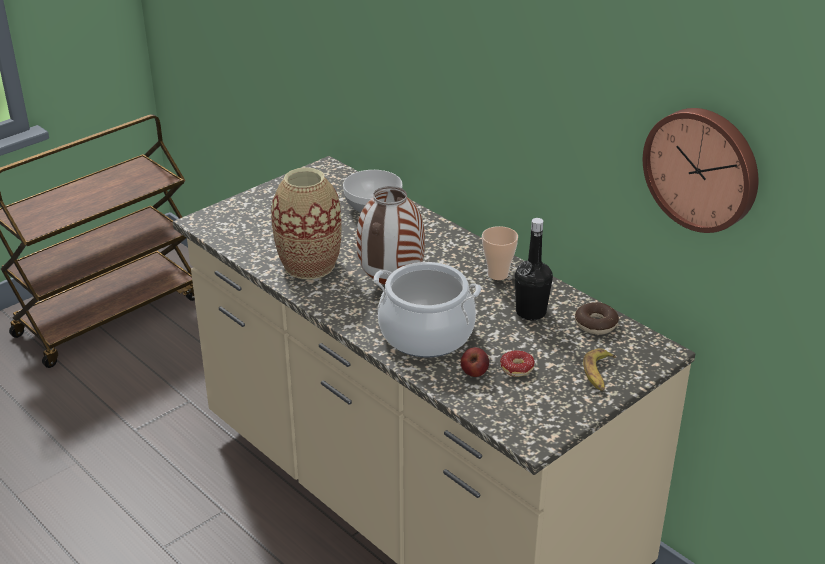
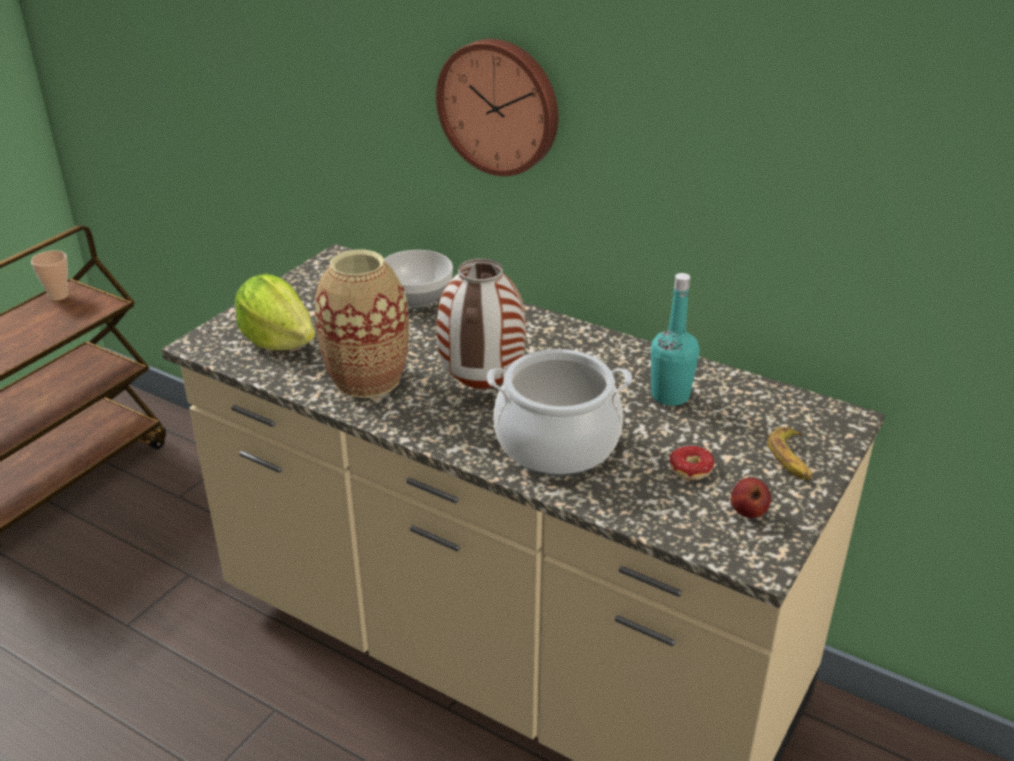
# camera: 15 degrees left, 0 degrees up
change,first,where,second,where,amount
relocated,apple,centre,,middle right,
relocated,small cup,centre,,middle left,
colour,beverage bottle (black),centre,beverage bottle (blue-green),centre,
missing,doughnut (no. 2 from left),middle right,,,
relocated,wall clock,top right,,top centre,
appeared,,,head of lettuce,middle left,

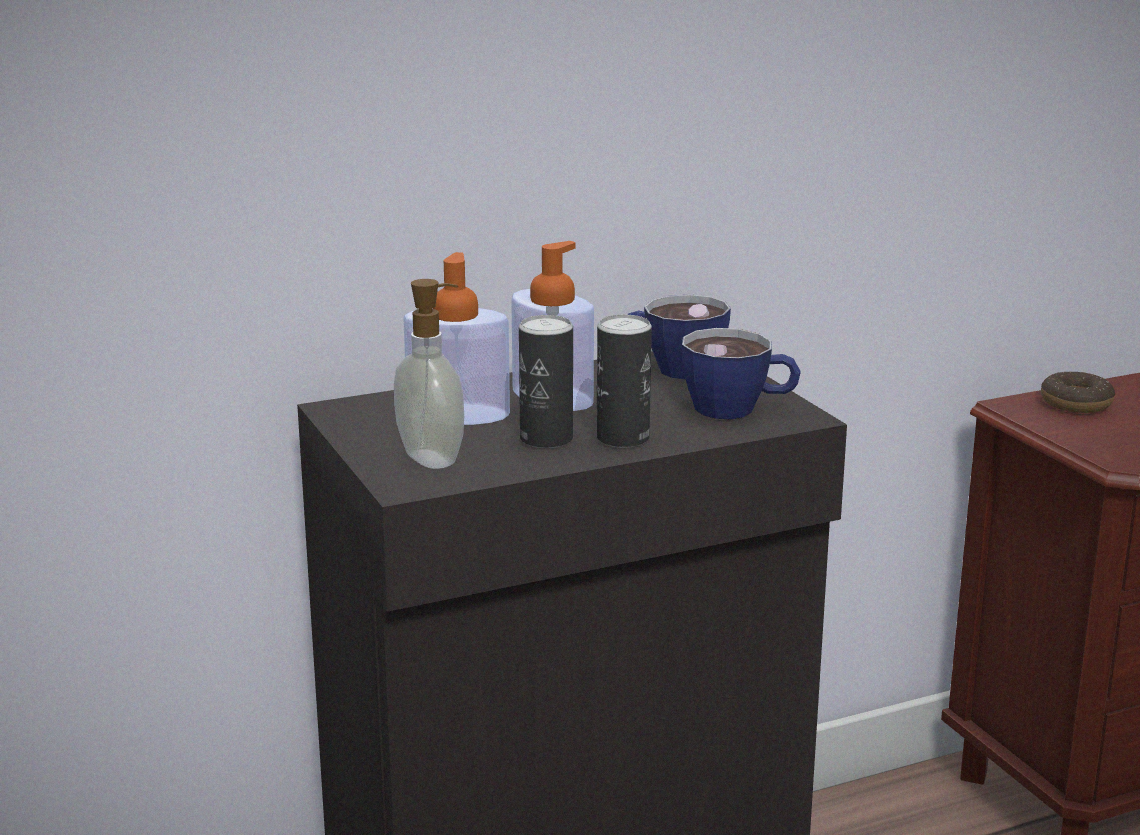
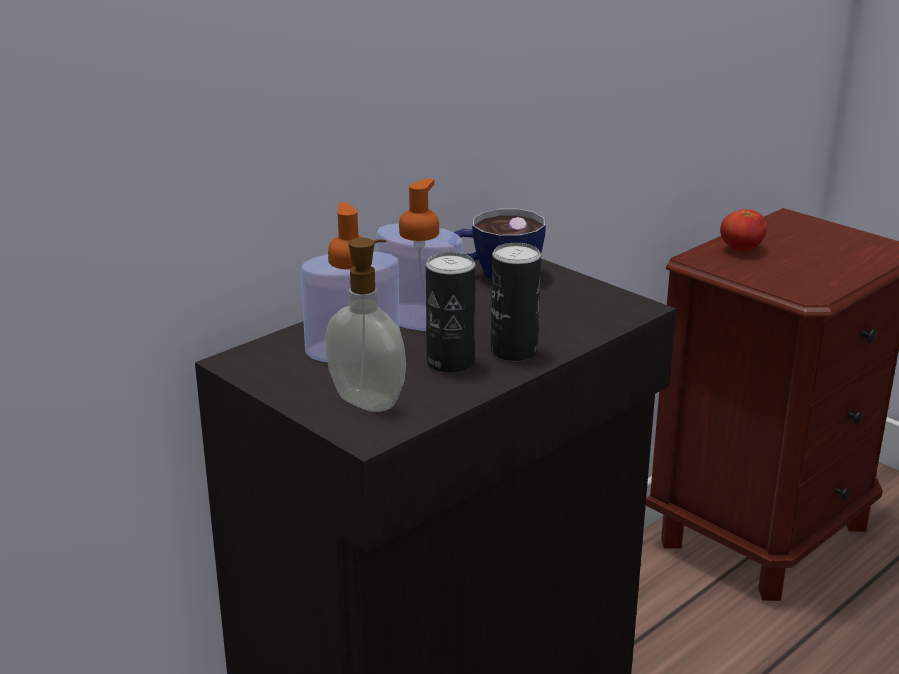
# camera: 20 degrees left, 5 degrees up
change,first,where,second,where,amount
missing,small cup (no. 2 from left),centre,,,
exchanged,doughnut,middle right,whole tomato,middle right,

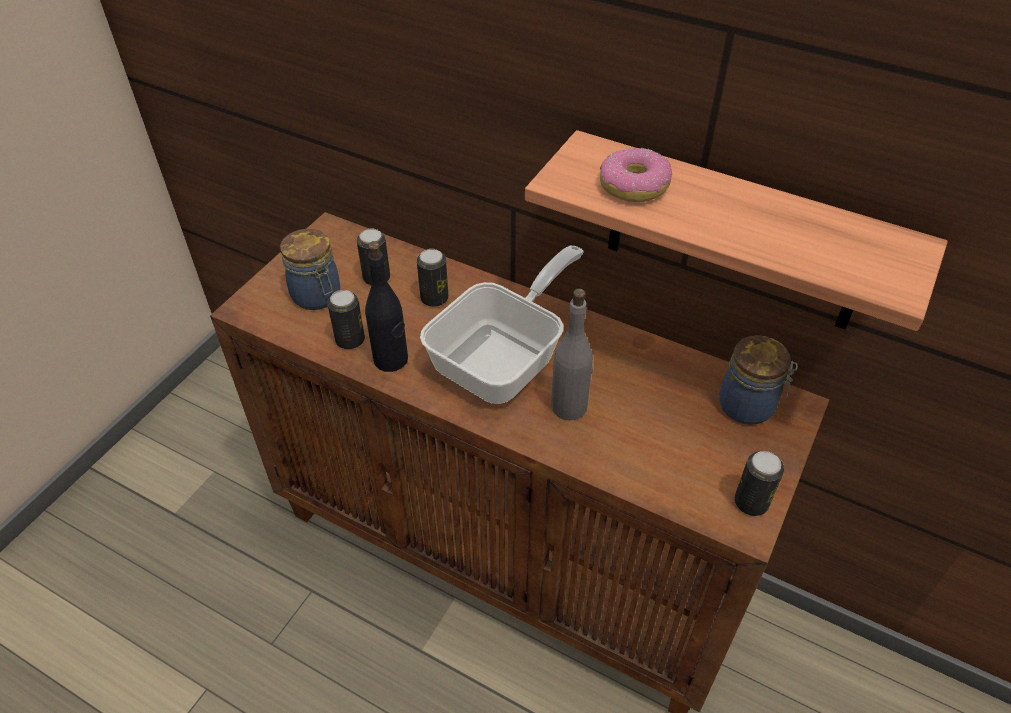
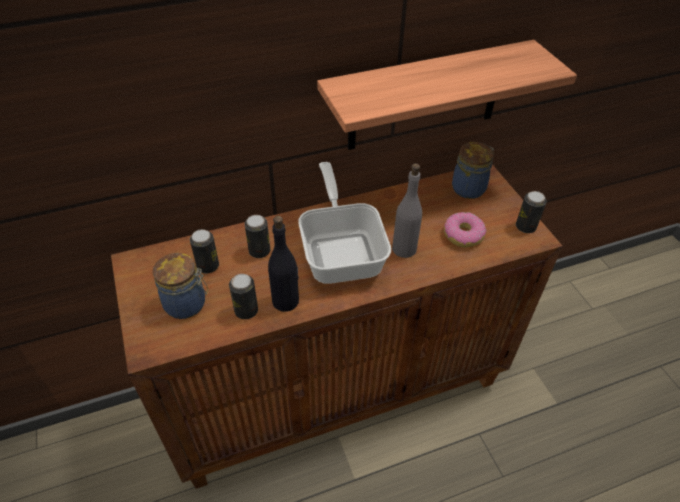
# camera: 50 degrees left, 0 degrees up
change,first,where,second,where,amount
relocated,doughnut,top centre,,middle right,

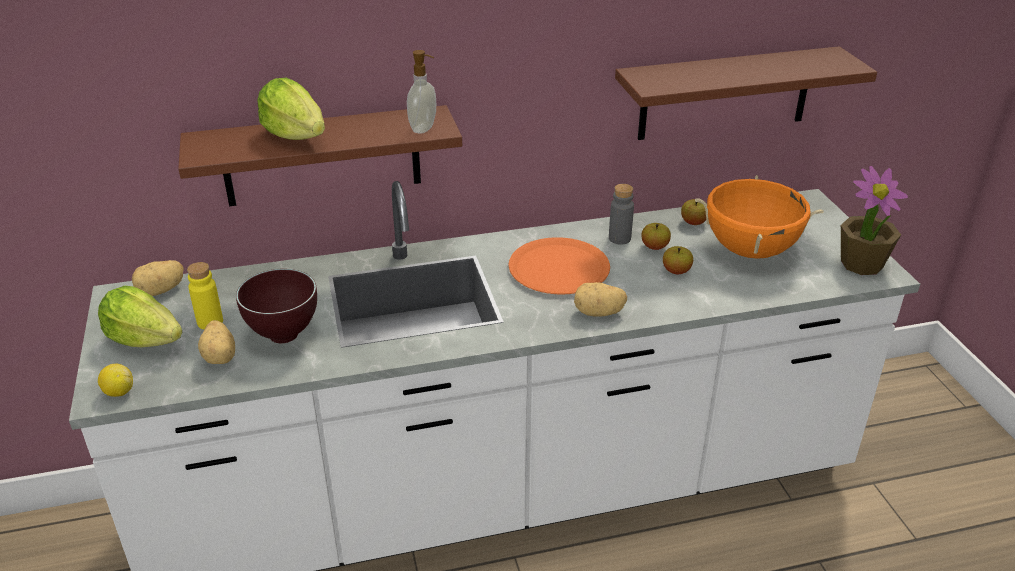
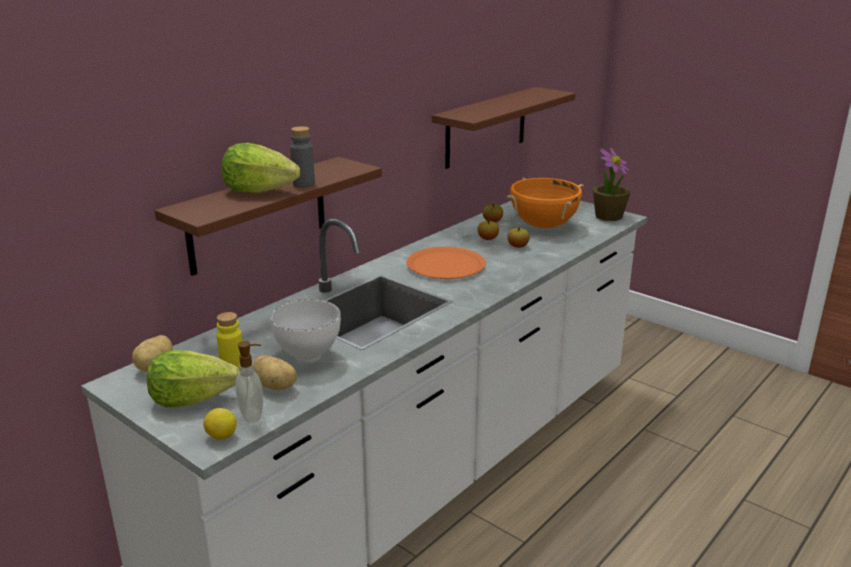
# camera: 35 degrees left, 10 degrees down
change,first,where,second,where,amount
colour,bowl (brown),middle left,bowl (whitish),centre,
relocated,soap dispenser,top centre,,bottom left,
missing,whole potato (no. 3 from left),centre,,,
relocated,beverage bottle (gray),centre,,top centre,

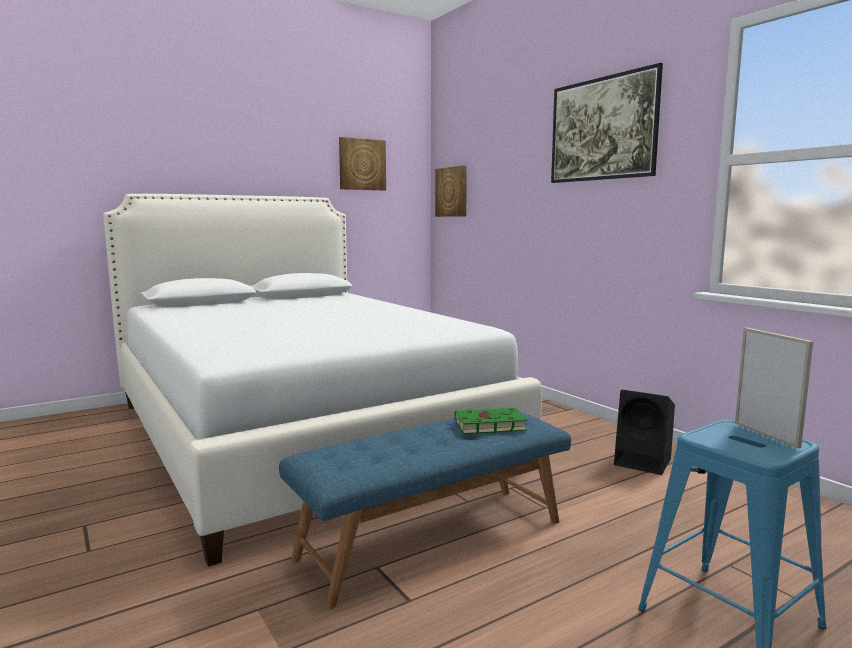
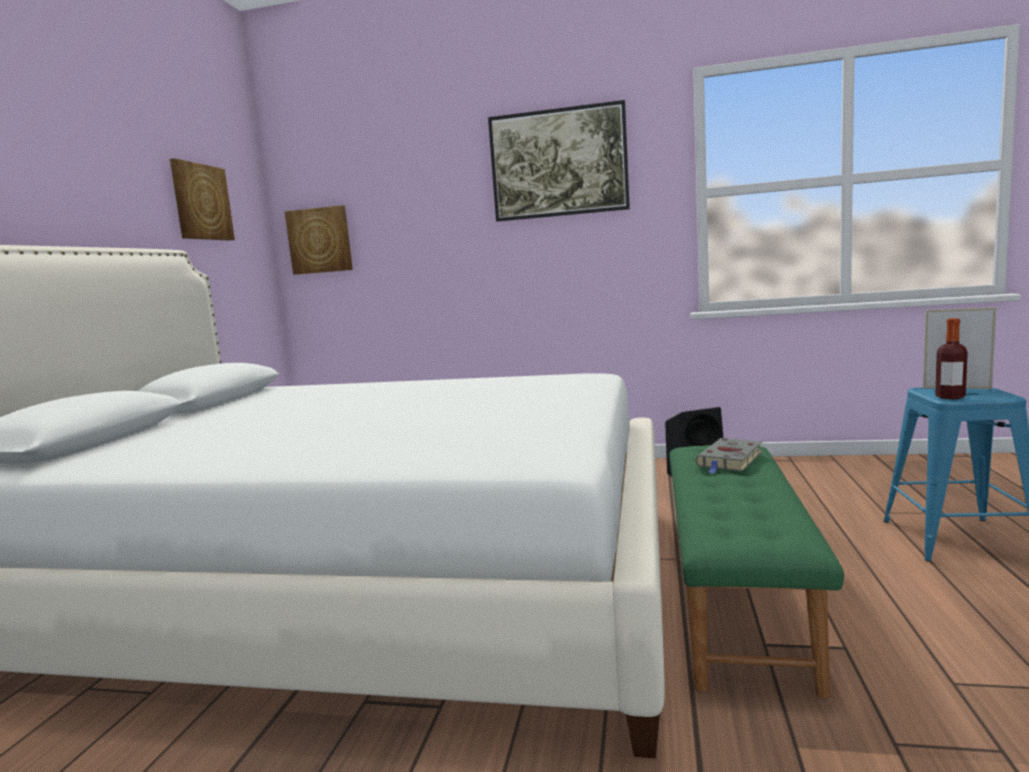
# camera: 45 degrees left, 0 degrees up
change,first,where,second,where,amount
colour,bench (blue-coloured),bottom centre,bench (green-coloured),bottom right,
colour,bound book (green-coloured),centre,bound book (gray),middle right,
appeared,,,beverage bottle,middle right,

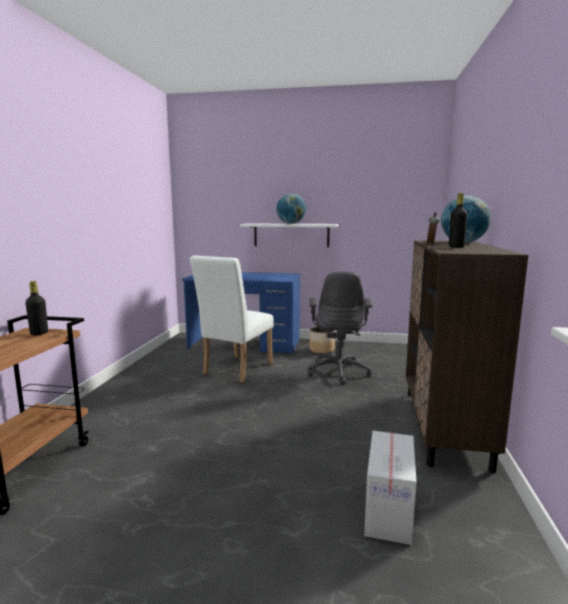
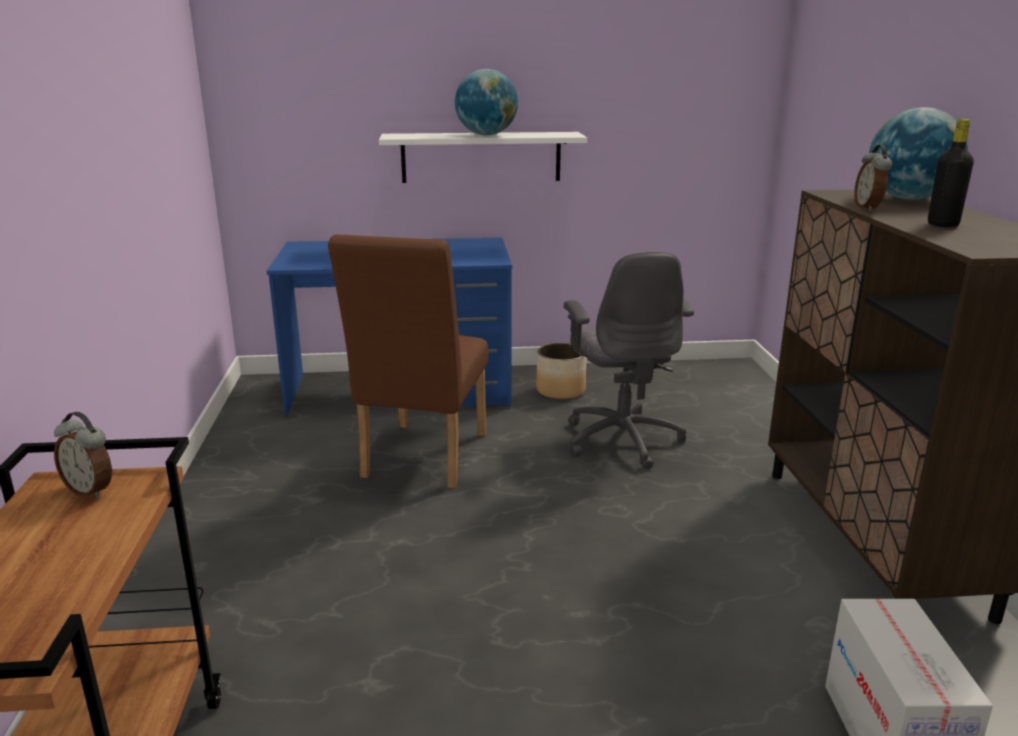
# camera: 15 degrees left, 10 degrees up
change,first,where,second,where,amount
exchanged,beverage bottle (black) (no. 1 from left),middle left,bedside clock (no. 1 from left),middle left,
colour,chair (whitish),centre,chair (brown),centre,

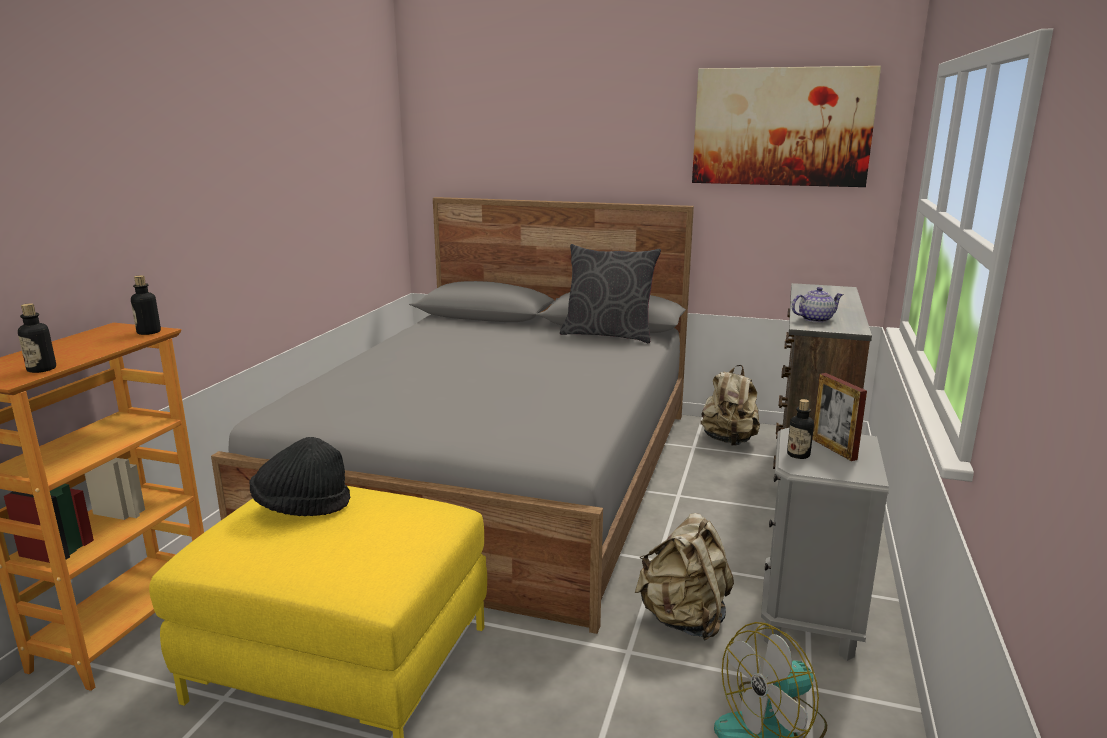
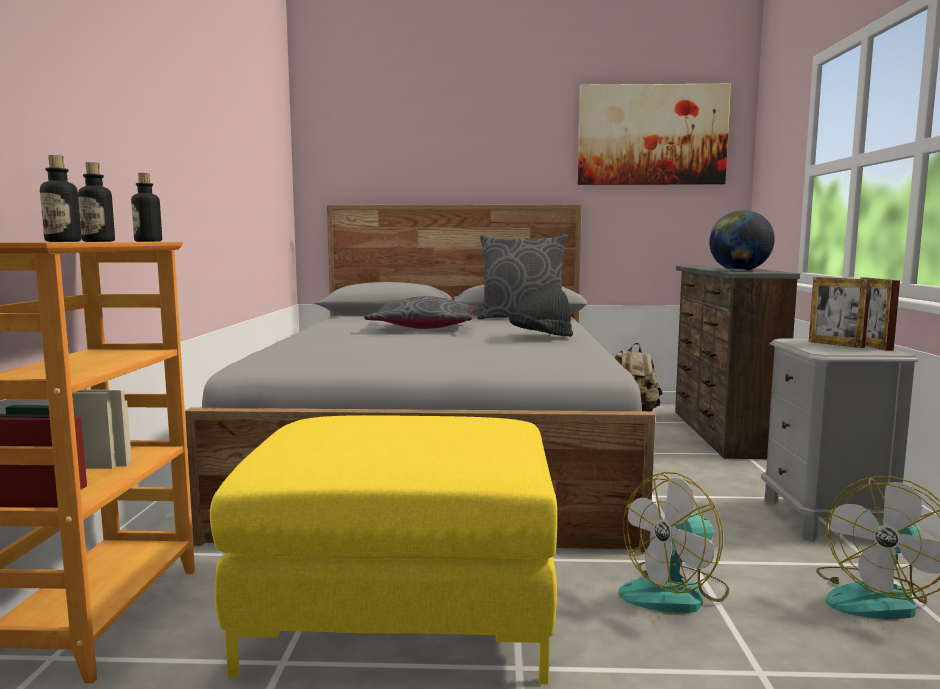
# camera: 15 degrees left, 10 degrees down
change,first,where,second,where,amount
relocated,wearable hat (black),middle left,,centre,
missing,knapsack (beige-coloured) (no. 1 from left),bottom centre,,,
relocated,beverage bottle (no. 3 from left in the first image),middle right,beverage bottle (no. 2 from left),top left,
exchanged,tea pot,middle right,world globe,middle right,
appeared,,,cushion (gray) (no. 1 from left),centre,
appeared,,,cooling fan (no. 1 from left),bottom right,
appeared,,,standing frame (no. 2 from left),middle right,

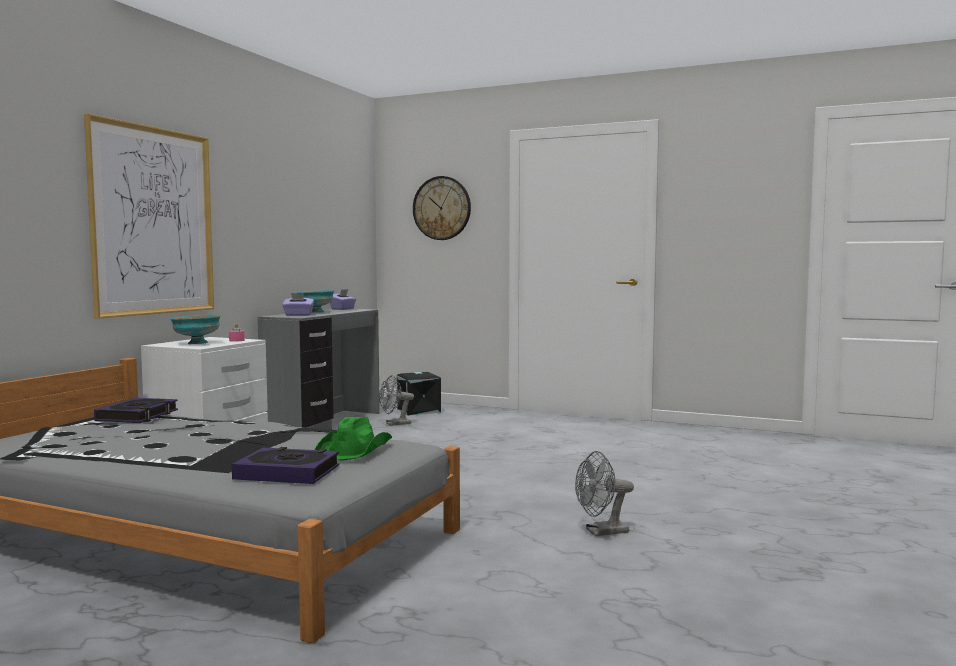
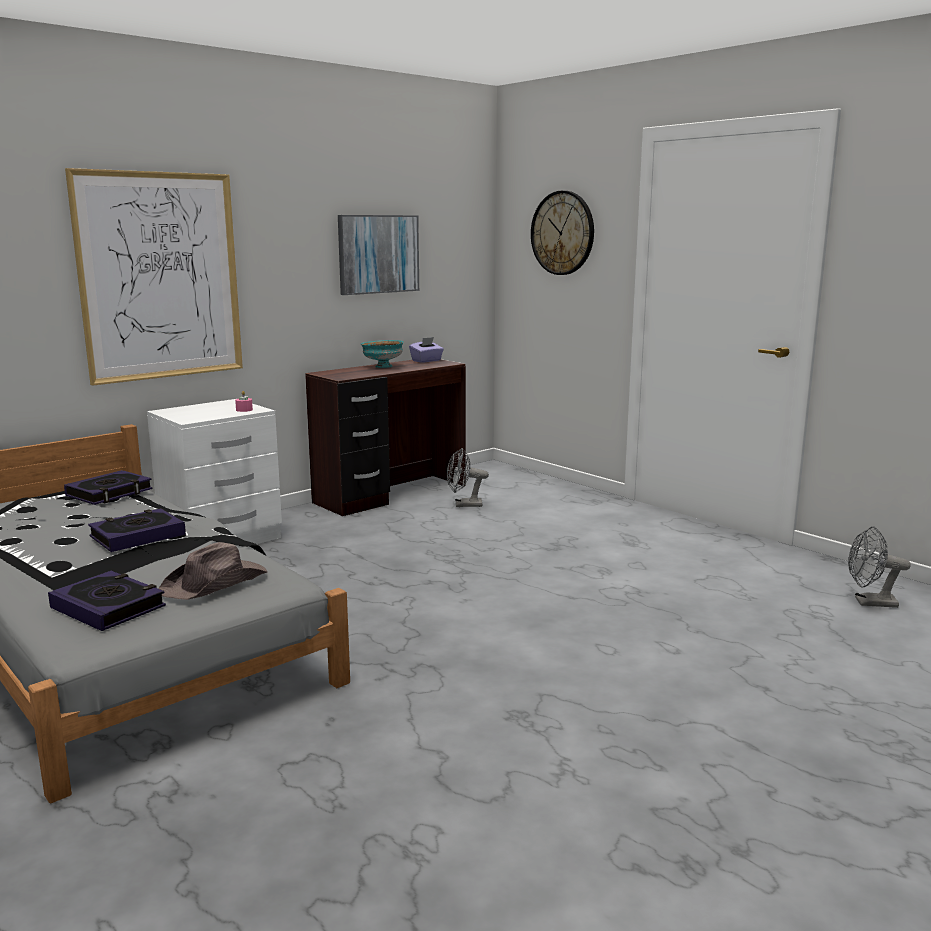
# camera: 25 degrees right, 10 degrees up
change,first,where,second,where,amount
missing,bowl (blue-green) (no. 1 from left),middle left,,,
colour,desk unit (gray),middle left,desk unit (brown),centre,
missing,tissue holder (purplish) (no. 1 from left),middle left,,,
colour,wearable hat (green-coloured),centre,wearable hat (brown),middle left,
missing,storage box (black),centre,,,
relocated,cooling fan (gray) (no. 2 from left),bottom centre,,middle right,
appeared,,,bound book (no. 3 from left),middle left,
appeared,,,wall art (no. 2 from left),top centre,

